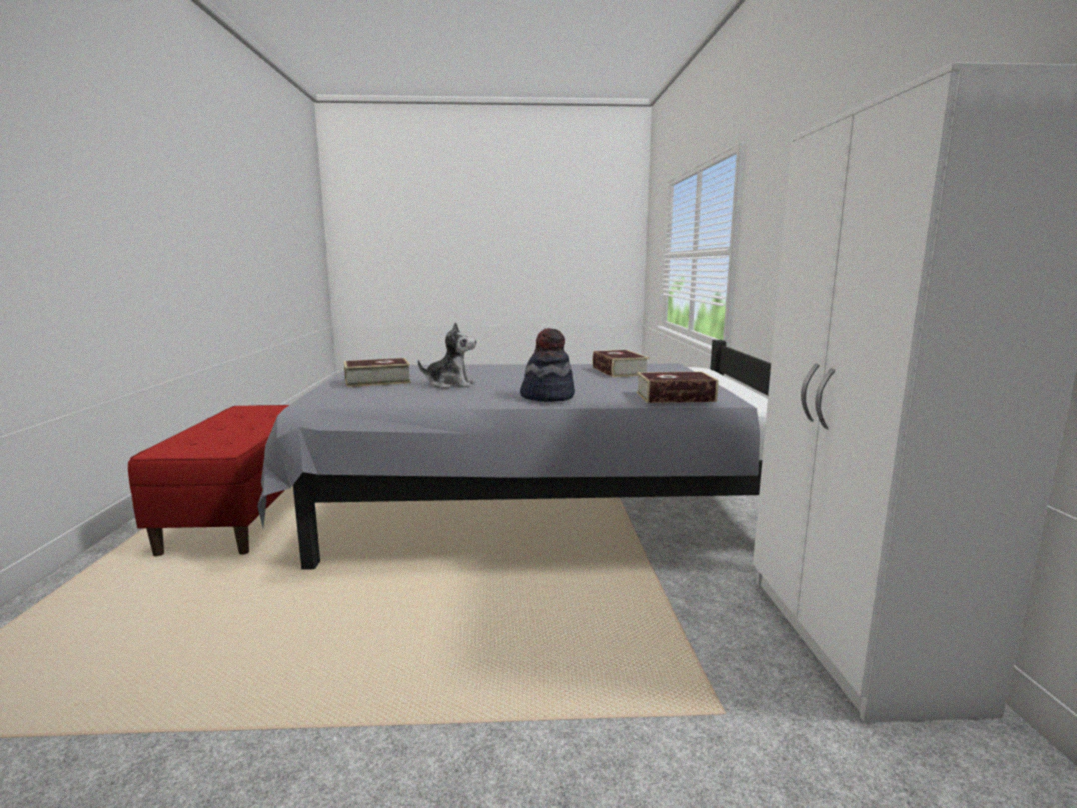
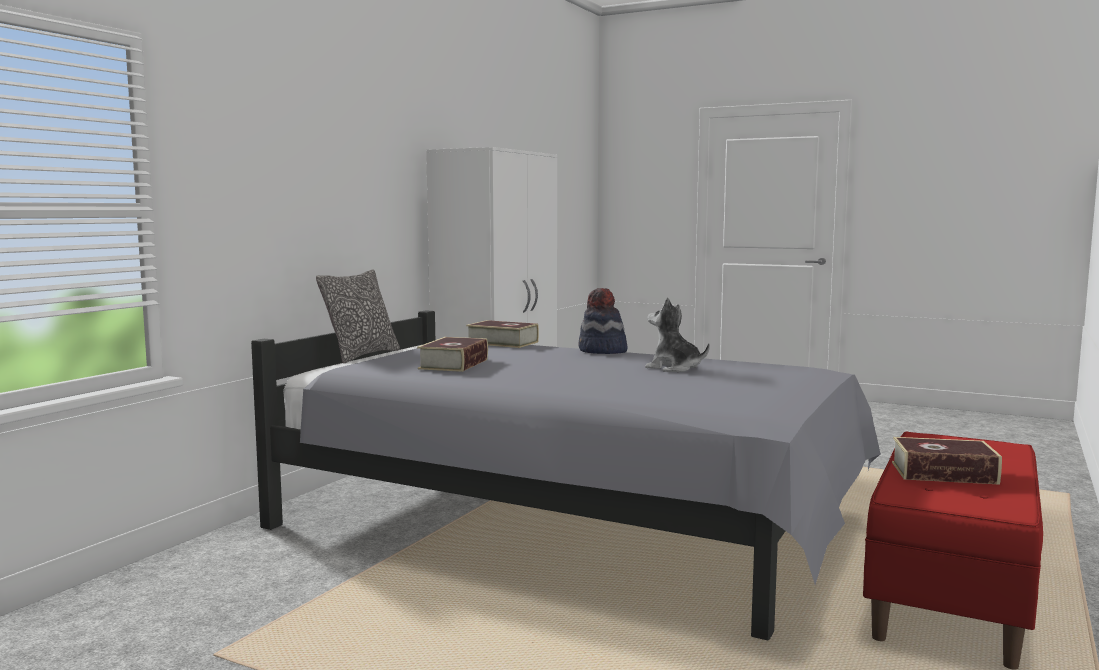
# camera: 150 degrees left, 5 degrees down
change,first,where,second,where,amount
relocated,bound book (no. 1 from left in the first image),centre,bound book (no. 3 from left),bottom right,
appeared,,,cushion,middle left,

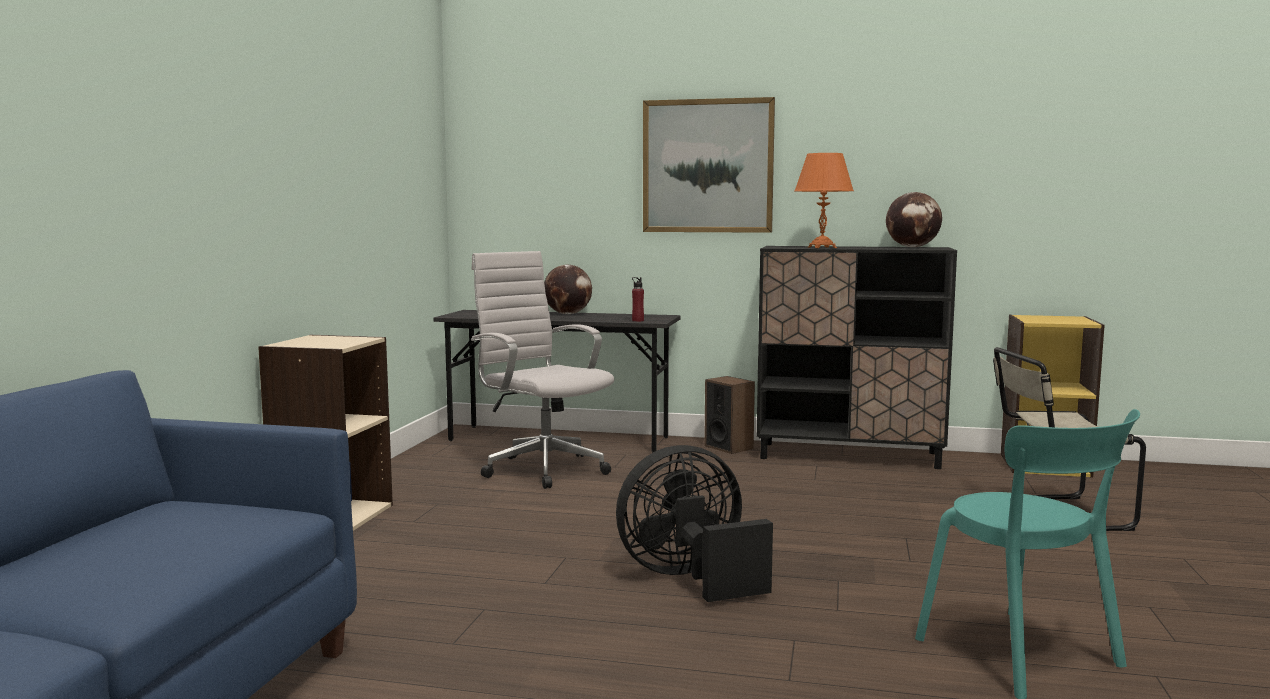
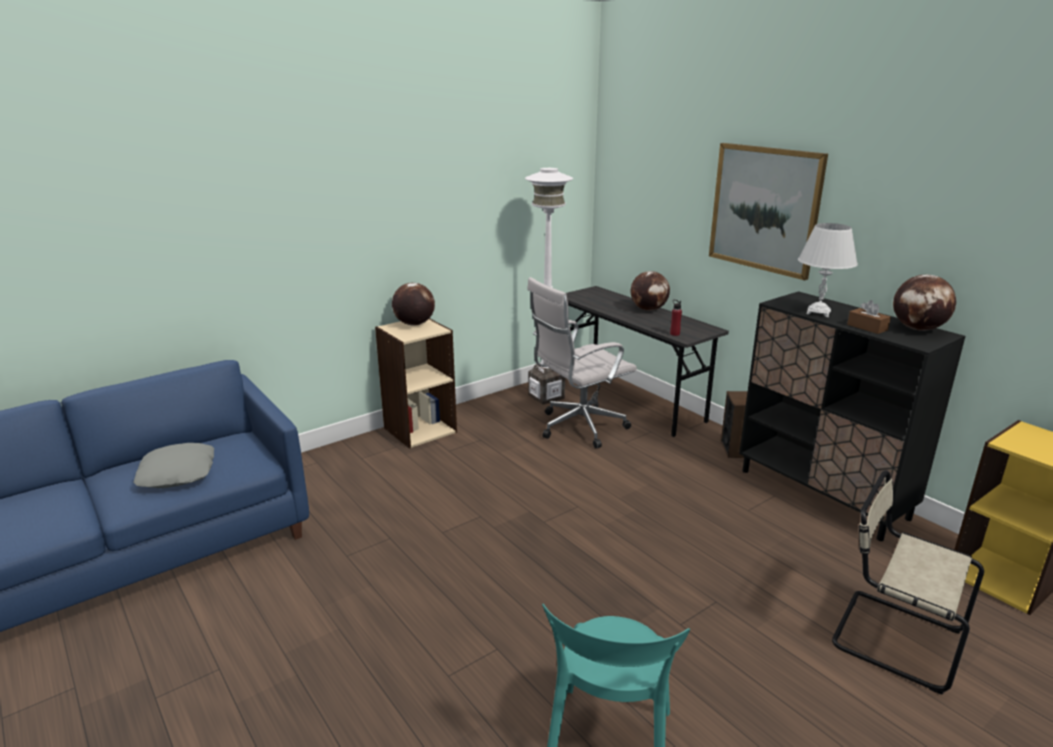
# camera: 40 degrees right, 15 degrees up
change,first,where,second,where,amount
spun,office chair (whitish),centre,,centre,120 degrees counterclockwise
missing,cooling fan (black),bottom centre,,,
colour,table lamp (orange),top centre,table lamp (whitish),middle right,
appeared,,,cushion (gray),middle left,
appeared,,,world globe (no. 1 from left),centre,
appeared,,,floor lamp (whitish),centre,
appeared,,,tissue holder (brown),middle right,

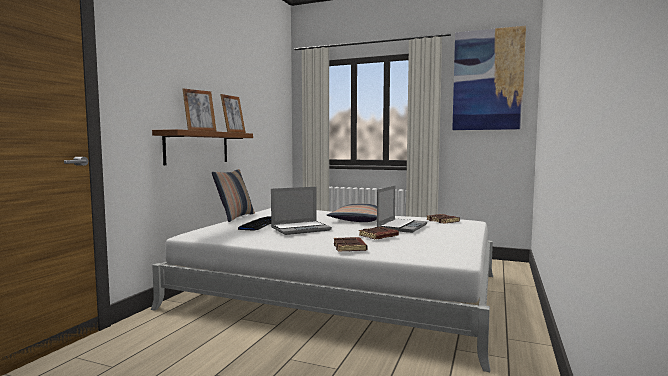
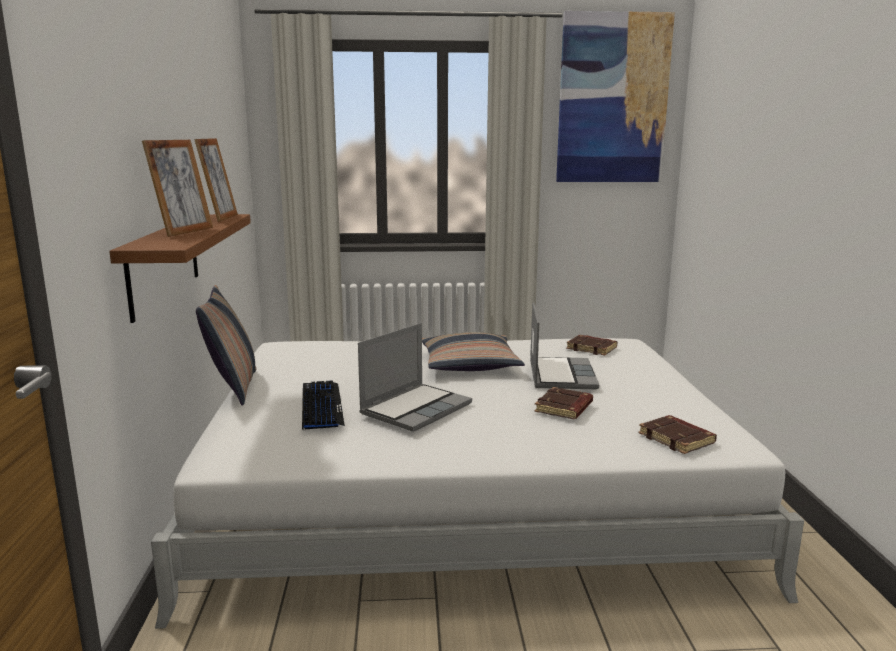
# camera: 25 degrees left, 10 degrees up
change,first,where,second,where,amount
relocated,bound book (brown) (no. 1 from left in the first image),centre,bound book (brown) (no. 3 from left),bottom right,

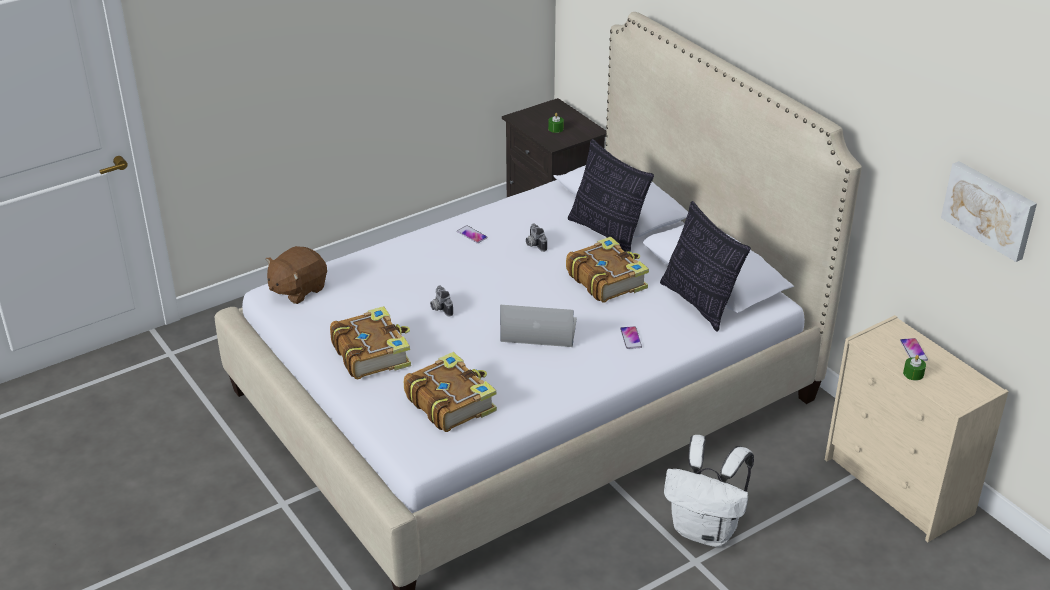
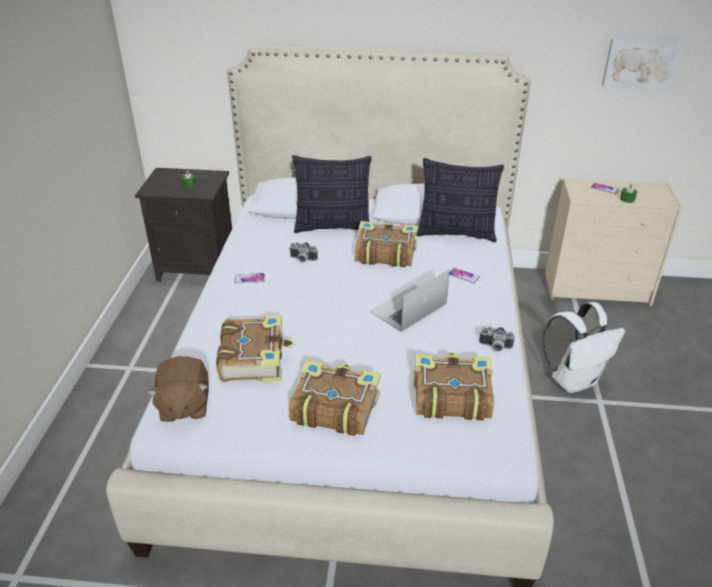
# camera: 50 degrees left, 0 degrees up
change,first,where,second,where,amount
relocated,still camera (no. 1 from left in the first image),centre,still camera (no. 2 from left),middle right,
appeared,,,bound book (no. 1 from left),centre,

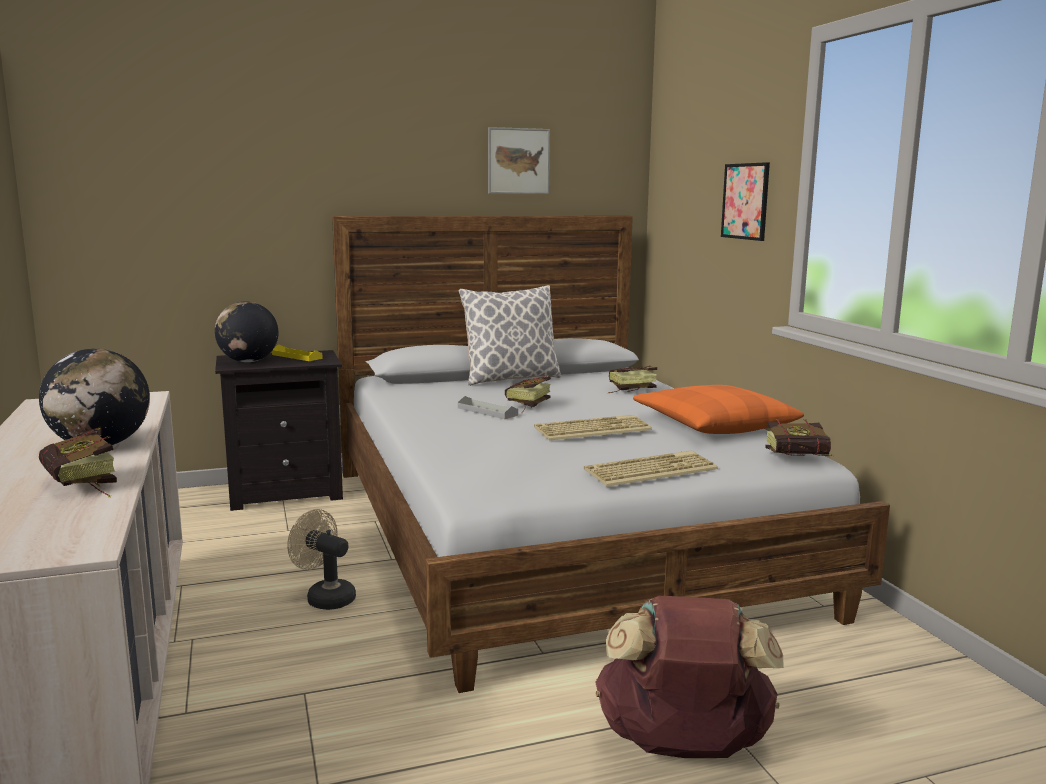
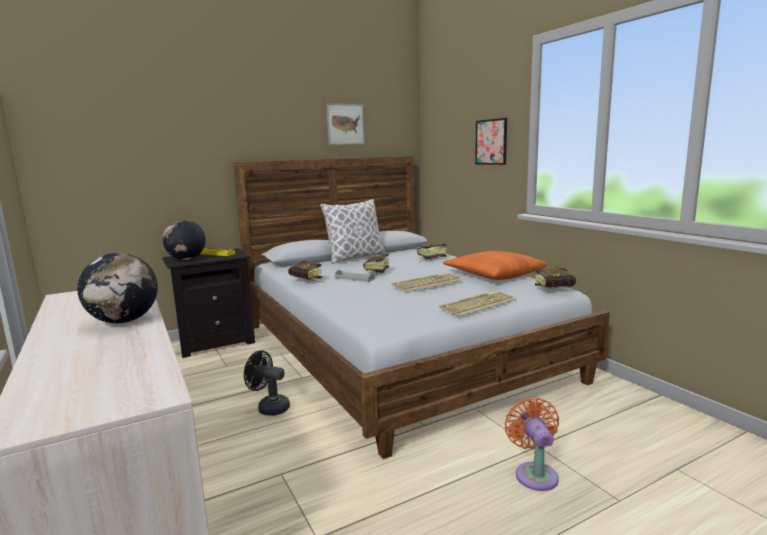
# camera: 10 degrees left, 0 degrees up
change,first,where,second,where,amount
relocated,bound book (no. 1 from left),middle left,,centre,
colour,cooling fan (beige-coloured),bottom left,cooling fan (black),bottom centre,
exchanged,knapsack (brown),bottom centre,cooling fan (orange),bottom right,

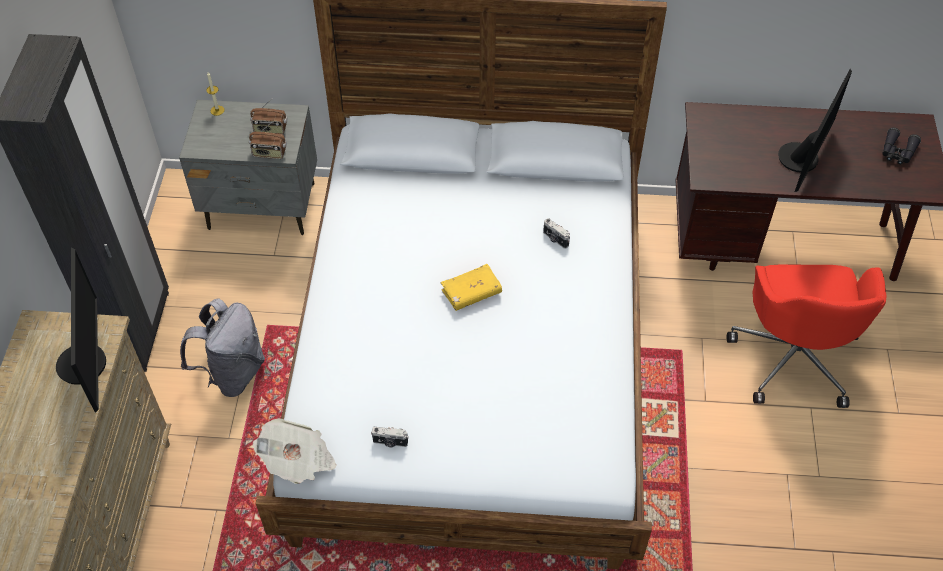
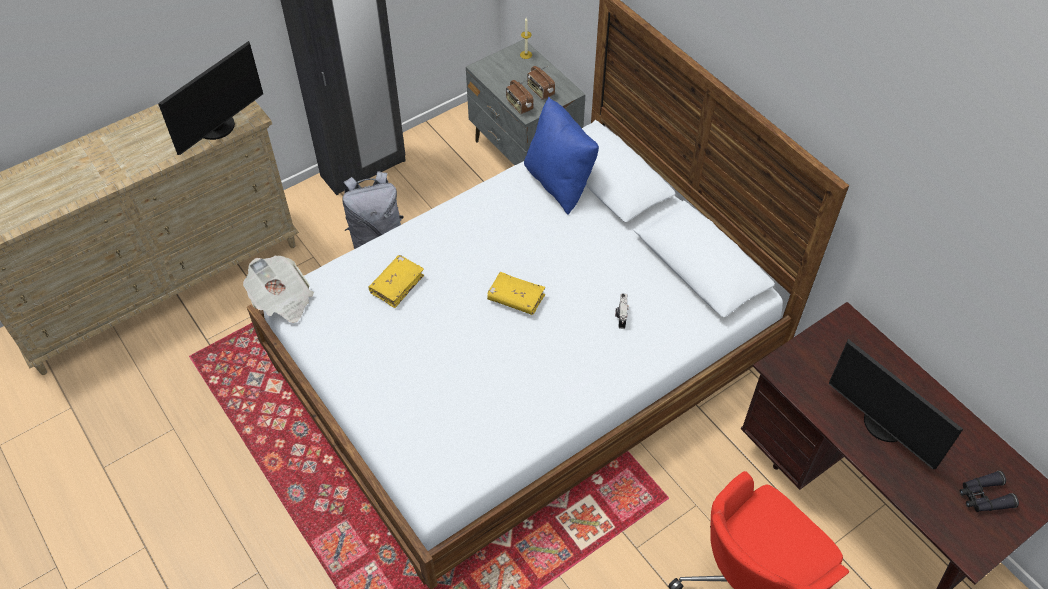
# camera: 50 degrees right, 0 degrees up
change,first,where,second,where,amount
missing,still camera (no. 1 from left),bottom centre,,,
spun,monitor (no. 2 from left),top right,,bottom right,60 degrees clockwise
appeared,,,bound book (yellow) (no. 1 from left),centre,
appeared,,,cushion (blue-coloured),top centre,

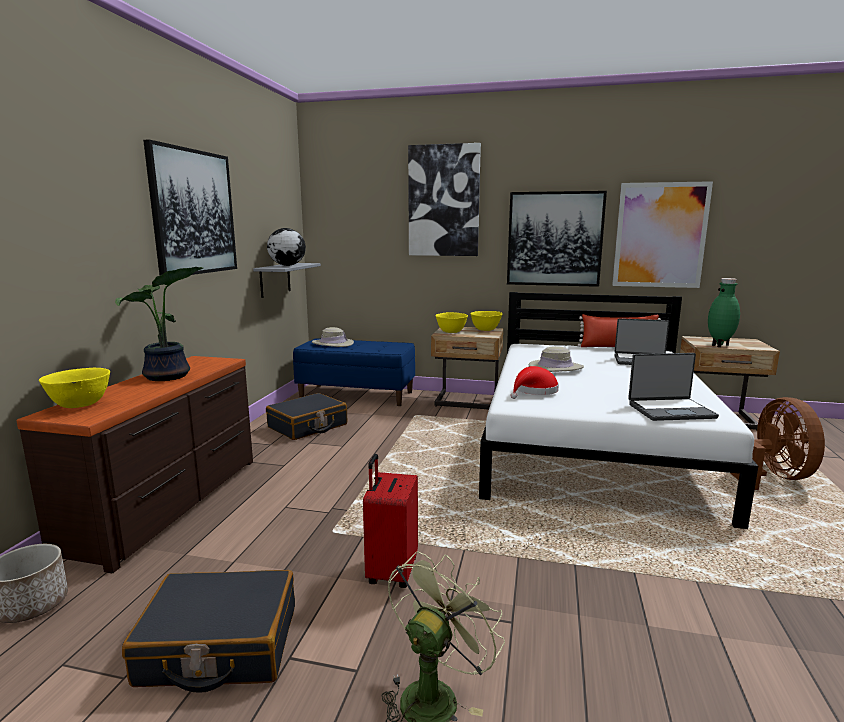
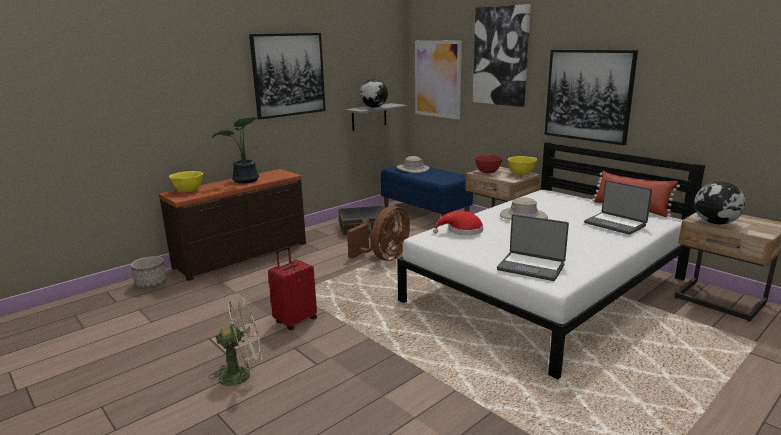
# camera: 35 degrees right, 5 degrees up
change,first,where,second,where,amount
missing,travel case (black) (no. 1 from left),bottom left,,,
colour,bowl (yellow) (no. 2 from left),centre,bowl (red-coloured),centre,
relocated,wall art (no. 4 from left in the first image),top right,wall art (no. 2 from left),top centre,
exchanged,vase (green-coloured),middle right,world globe (no. 2 from left),middle right,
relocated,cooling fan (brown),middle right,,centre,

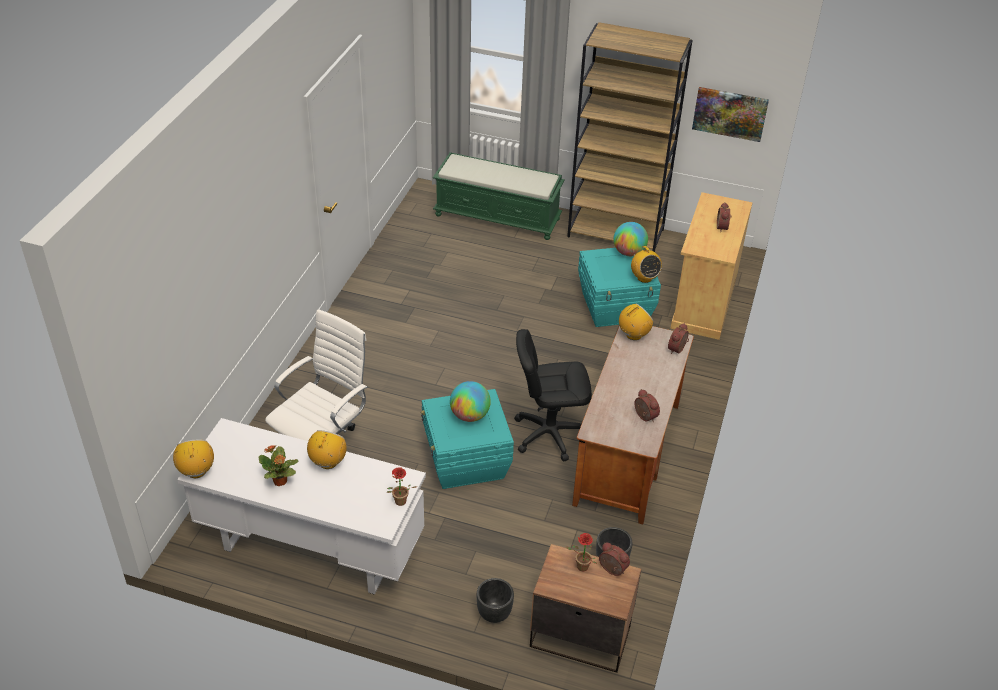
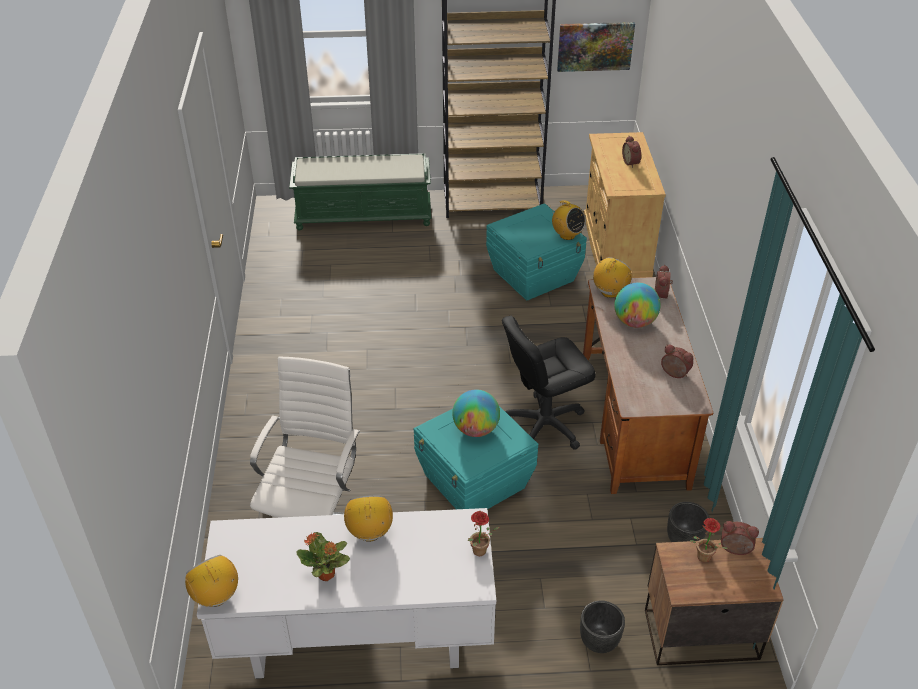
# camera: 20 degrees left, 0 degrees up
change,first,where,second,where,amount
relocated,world globe (no. 2 from left),centre,,middle right,

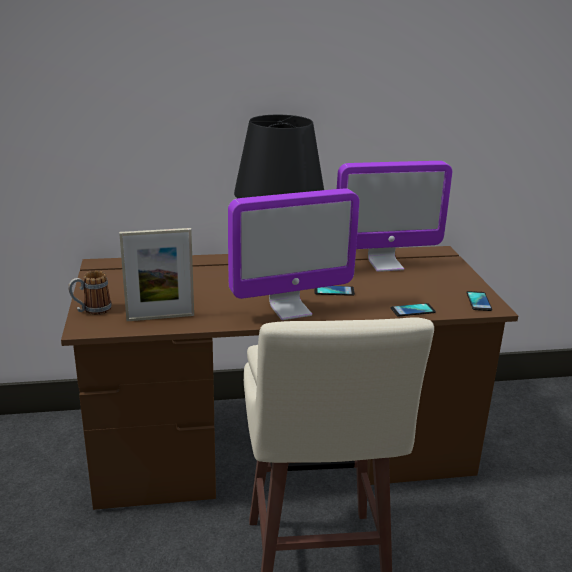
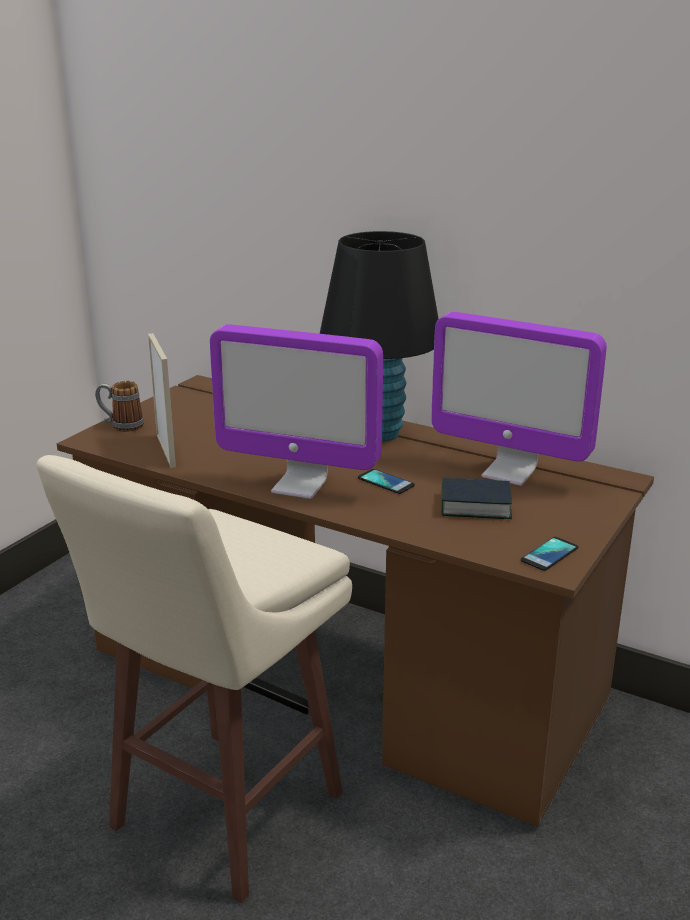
# camera: 40 degrees right, 0 degrees up
change,first,where,second,where,amount
spun,standing frame,middle left,,middle left,135 degrees counterclockwise
missing,telephone (no. 2 from left),middle right,,,
appeared,,,bound book,middle right,

